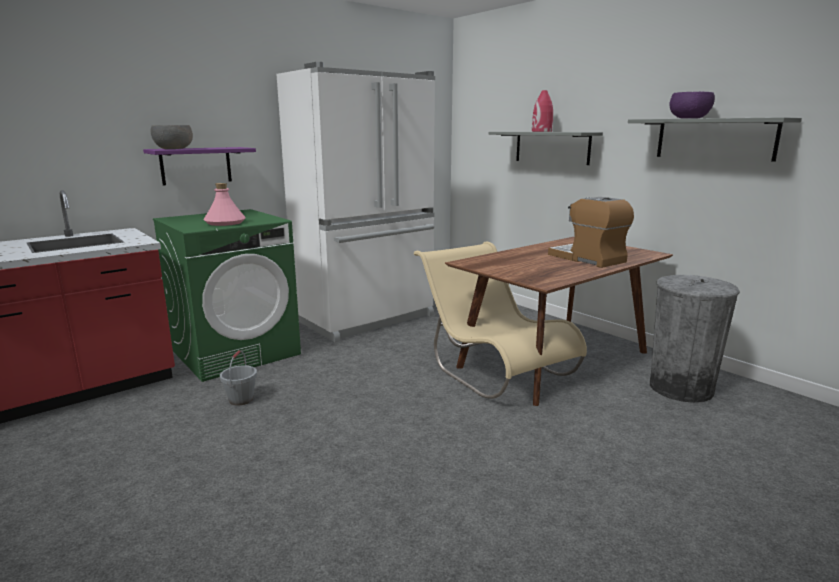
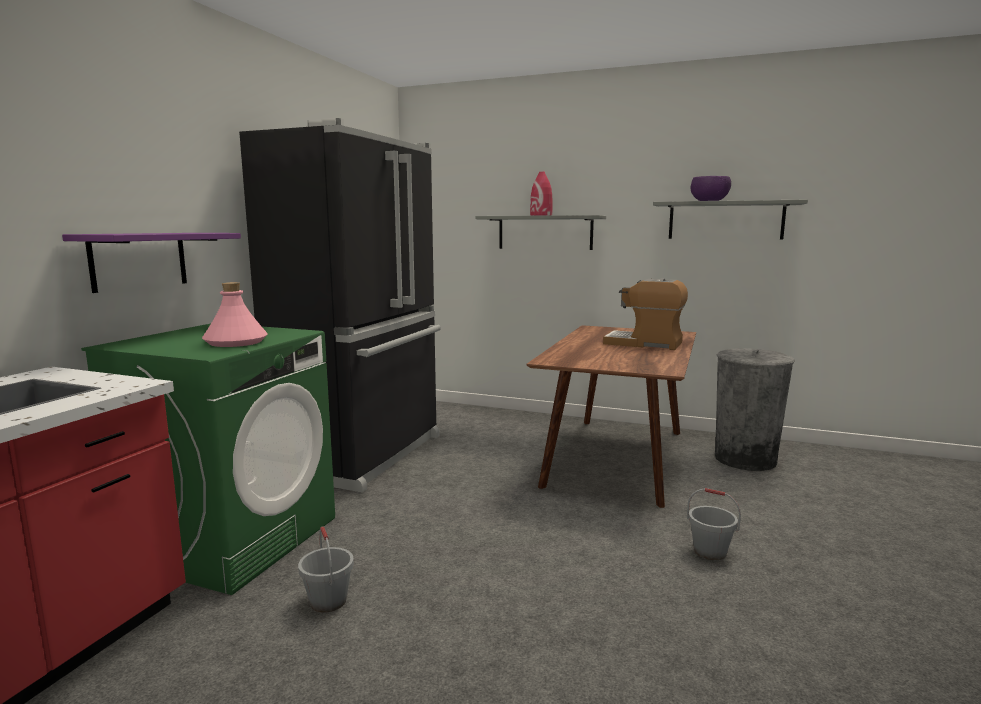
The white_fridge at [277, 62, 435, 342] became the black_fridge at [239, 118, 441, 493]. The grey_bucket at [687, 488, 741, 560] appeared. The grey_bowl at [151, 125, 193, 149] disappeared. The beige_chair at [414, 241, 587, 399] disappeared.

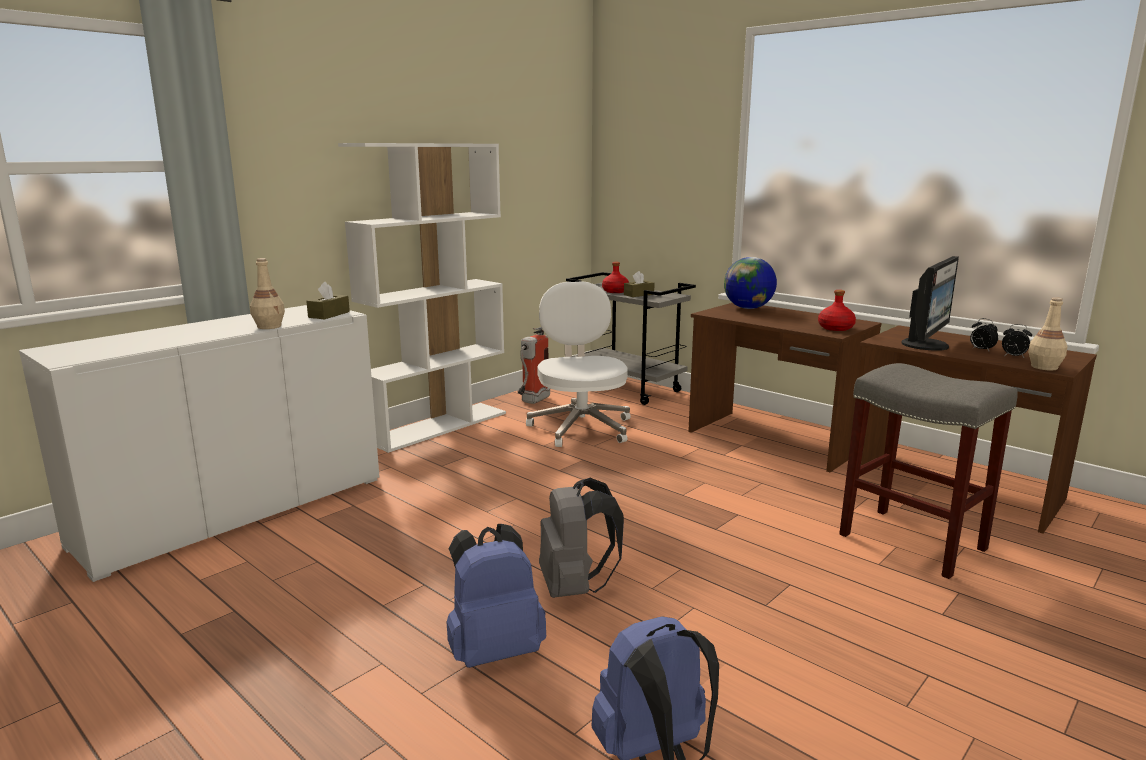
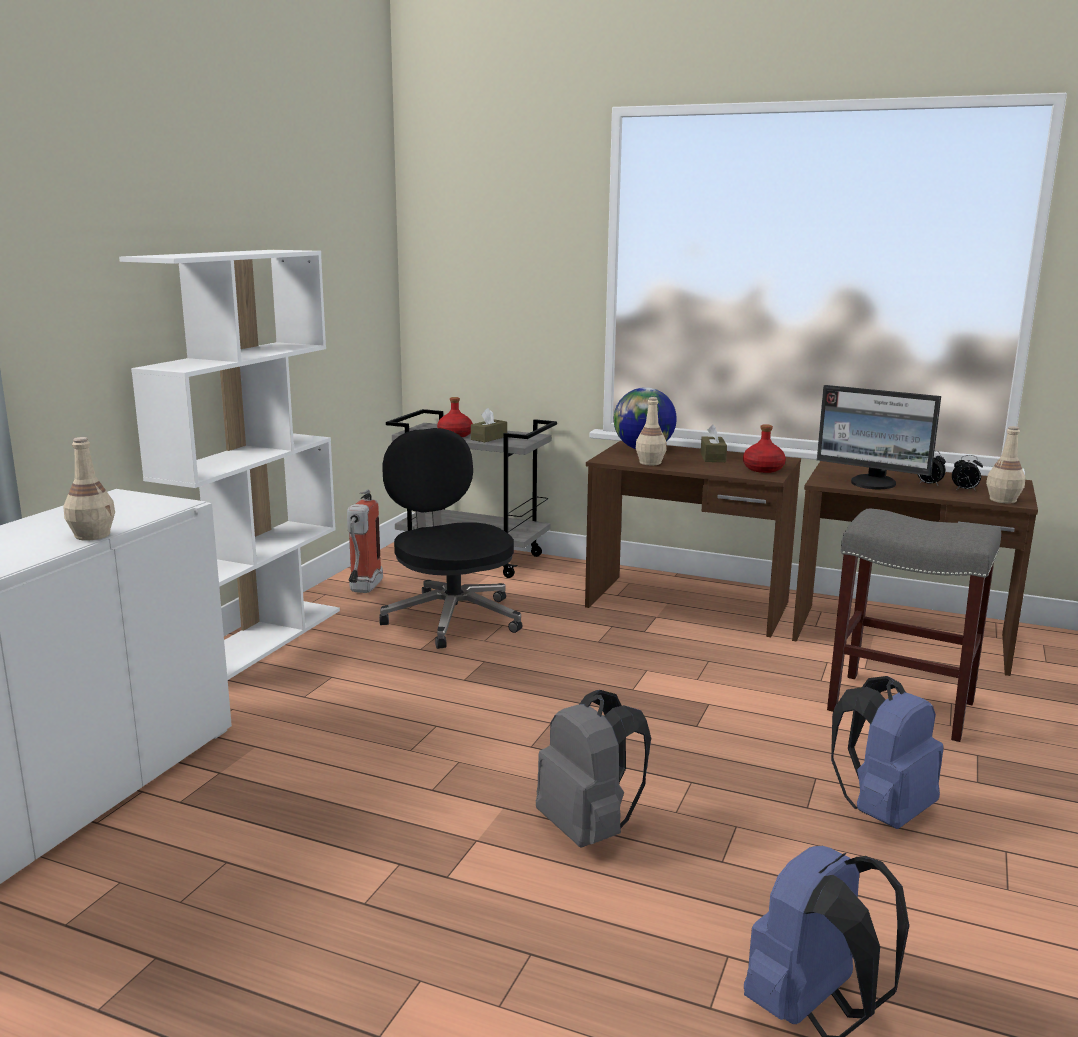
The white_office_chair at [526, 281, 631, 447] became the black_office_chair at [379, 428, 522, 649]. The beige_bottle at [636, 397, 667, 465] appeared. The brown_tissue_box moved from [306, 282, 350, 319] to [701, 424, 727, 462]. The monitor at [901, 256, 959, 351] turned 105 degrees clockwise. The blue_backpack moved from [447, 524, 546, 668] to [831, 676, 944, 829].

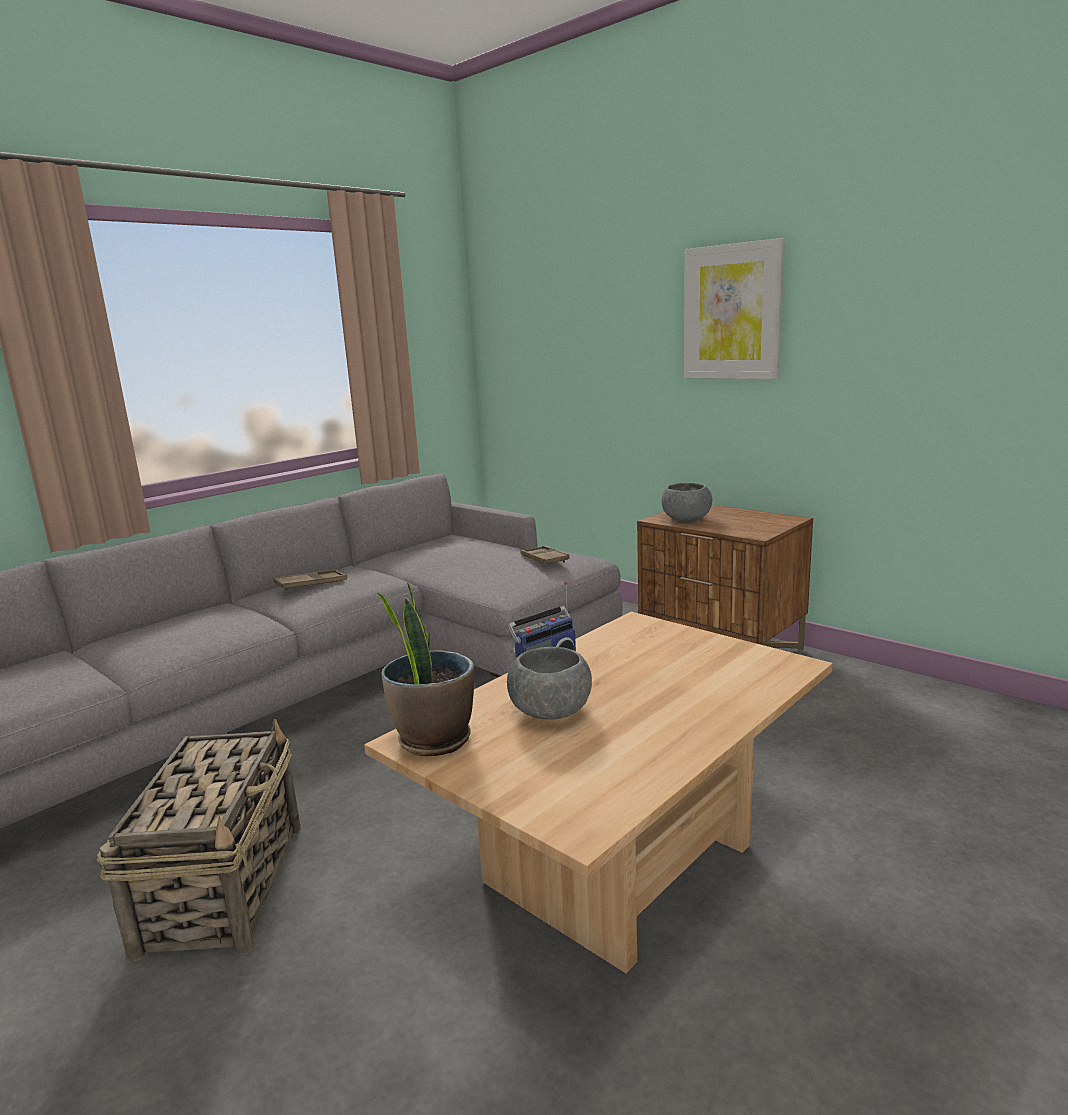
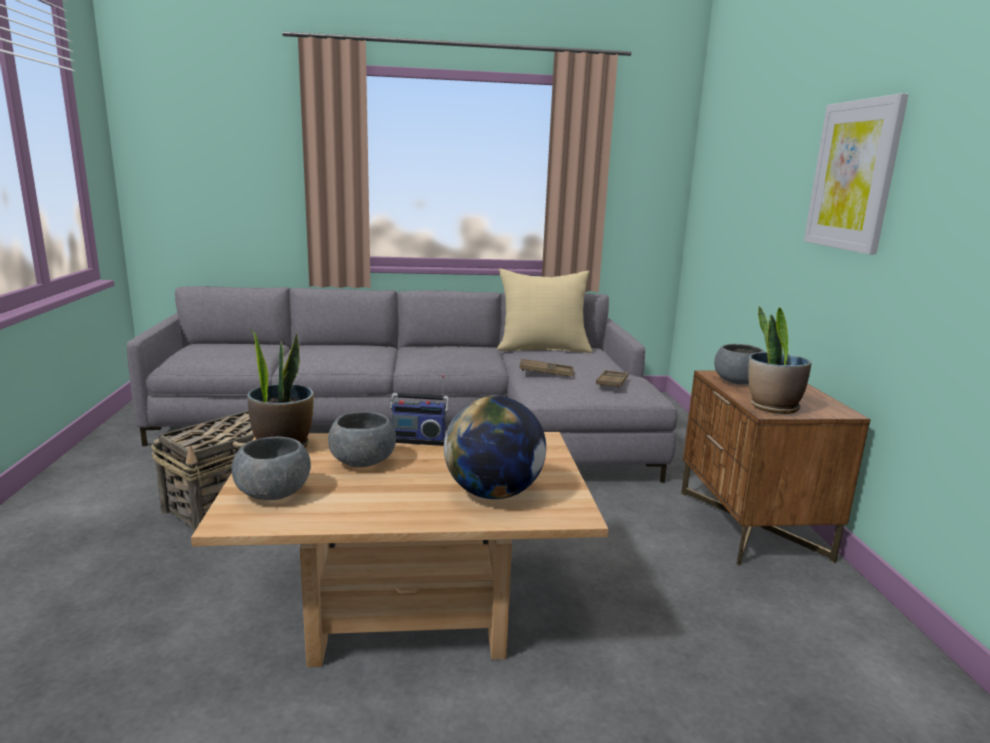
The grey_bowl at [231, 437, 311, 500] appeared. The globe at [444, 396, 546, 499] appeared. The beige_pillow at [497, 268, 592, 353] appeared. The brown_tray moved from [273, 569, 347, 591] to [520, 359, 574, 377]. The potted_plant at [748, 306, 811, 414] appeared.

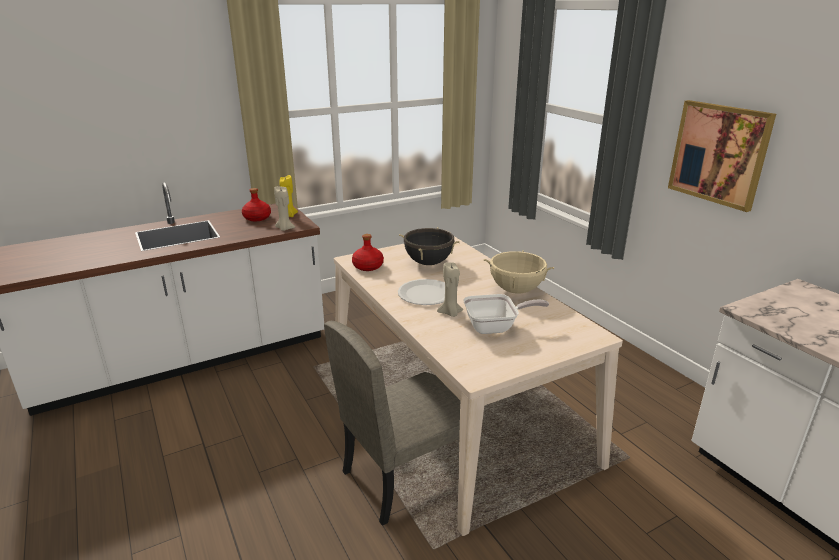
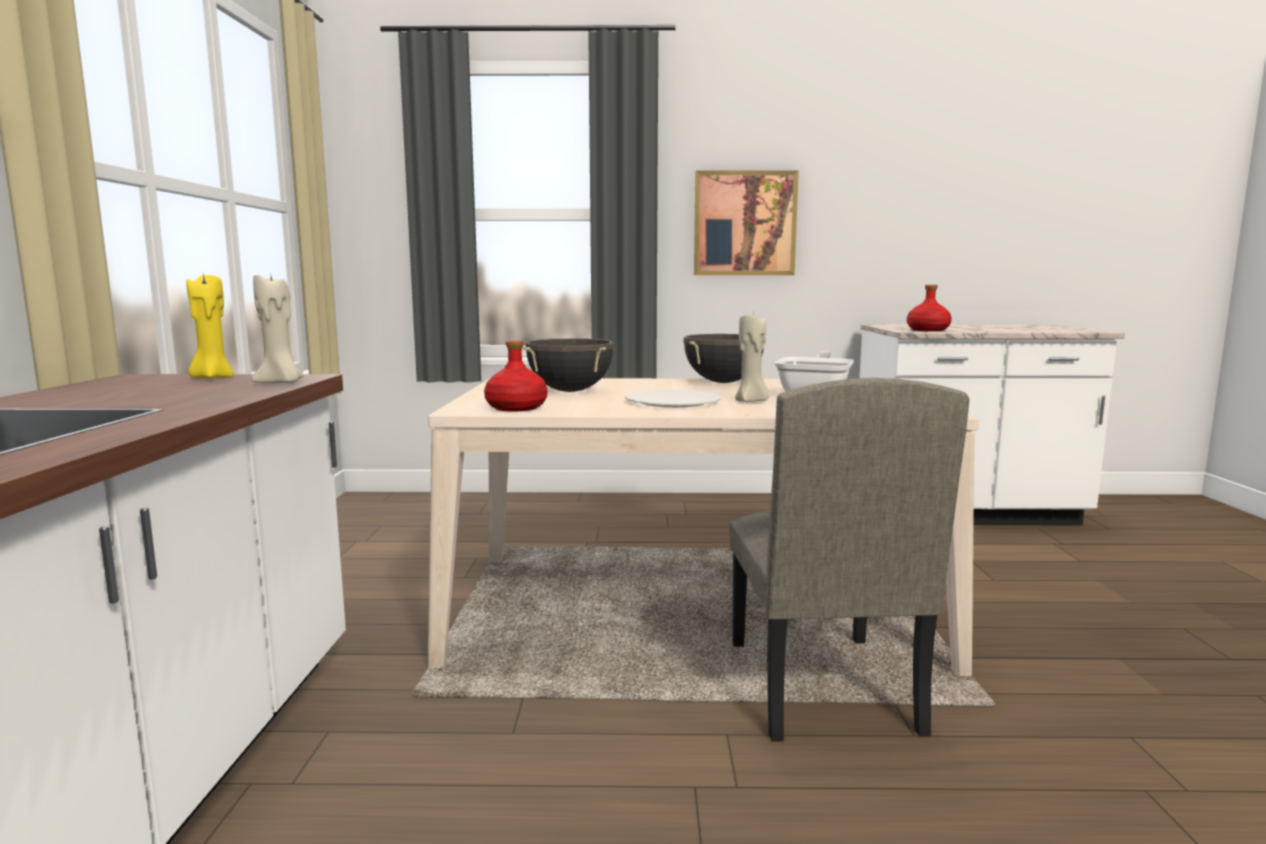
The beige_cooking_pot at [484, 250, 554, 294] became the black_cooking_pot at [683, 334, 766, 383]. The red_bottle moved from [242, 188, 271, 221] to [907, 285, 952, 331].

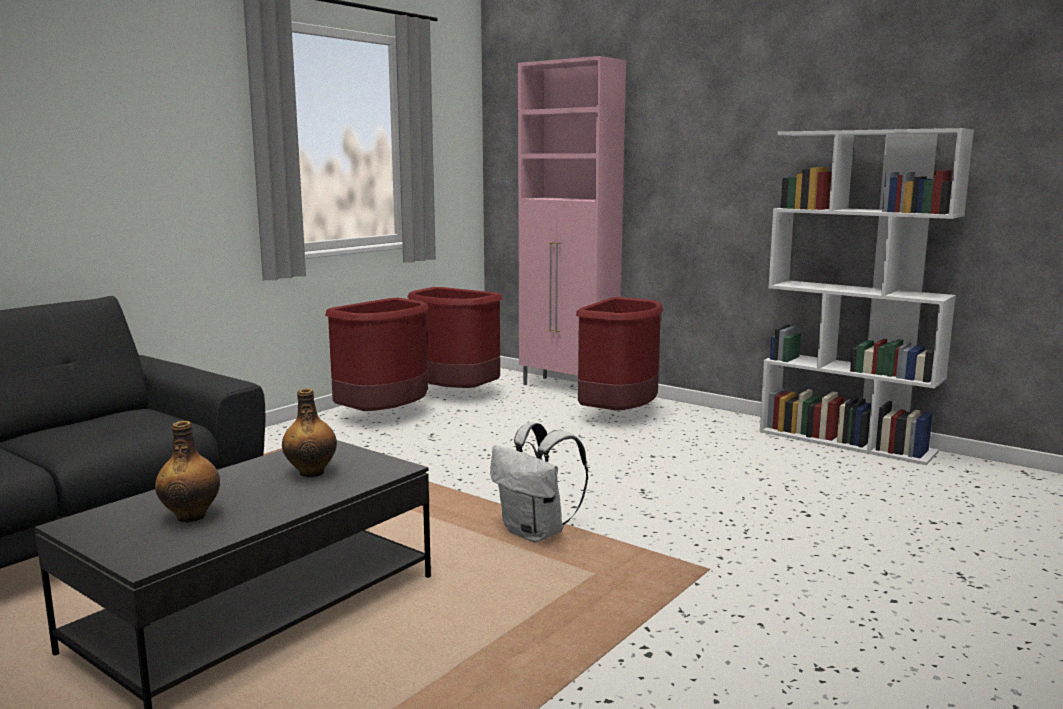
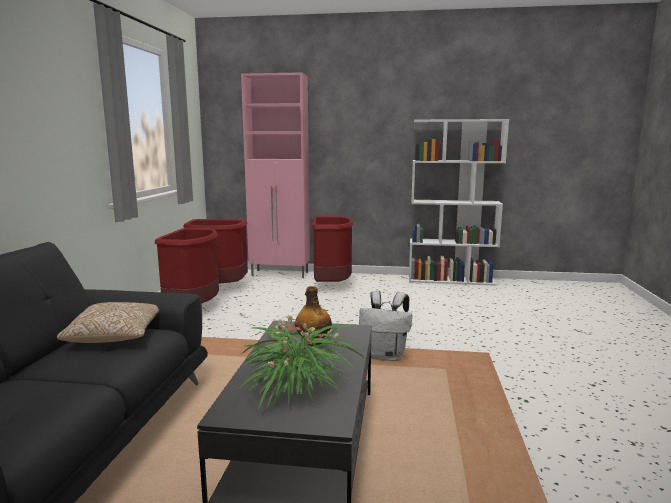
The pillow at [57, 302, 159, 343] appeared. The bottle at [155, 421, 220, 522] was replaced by the potted_plant at [239, 315, 366, 410].

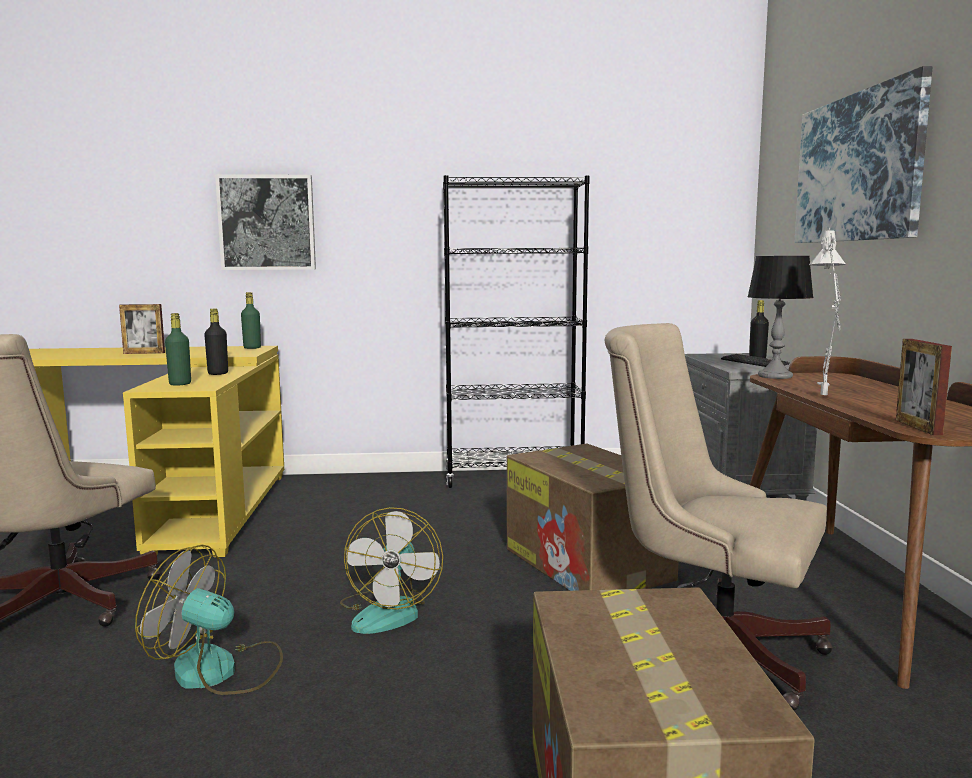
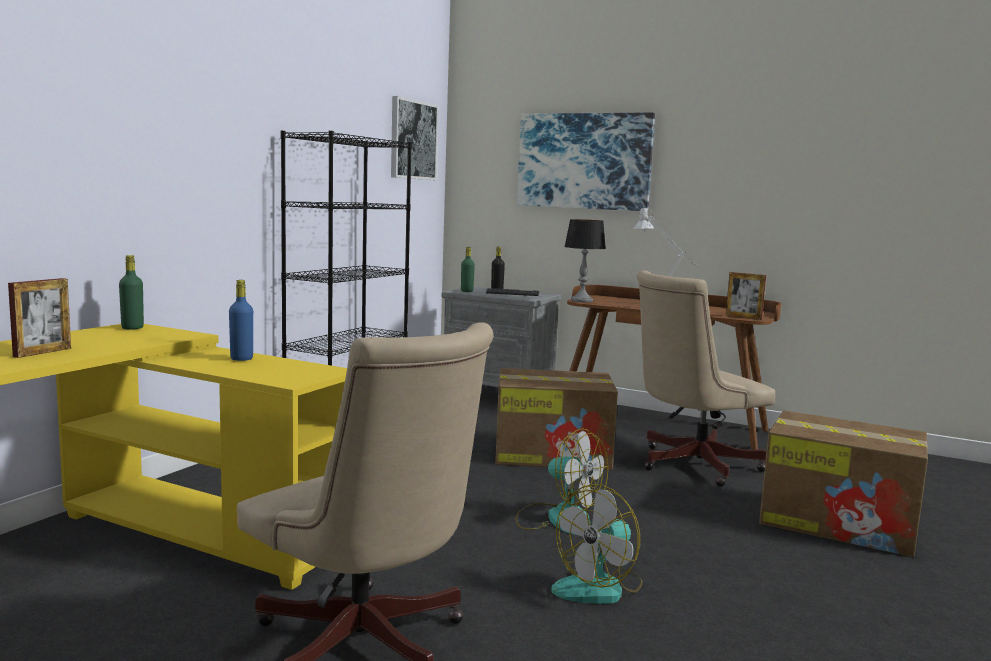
The black_bottle at [204, 309, 228, 375] became the blue_bottle at [229, 280, 253, 361]. The picture moved from [215, 175, 316, 270] to [391, 96, 439, 180]. The green_bottle moved from [165, 313, 191, 386] to [461, 247, 475, 292].

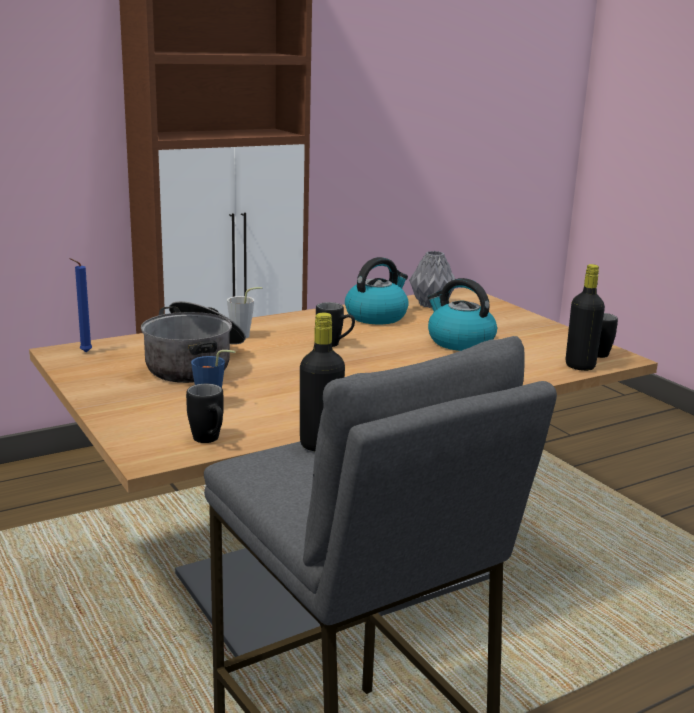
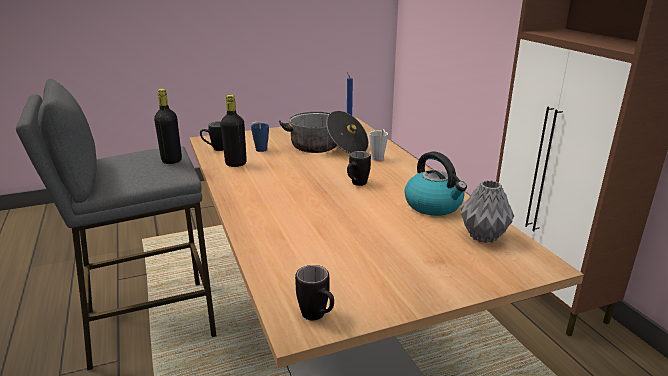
The black_bottle moved from [566, 264, 605, 371] to [221, 95, 247, 167]. The kettle at [427, 278, 497, 351] disappeared.

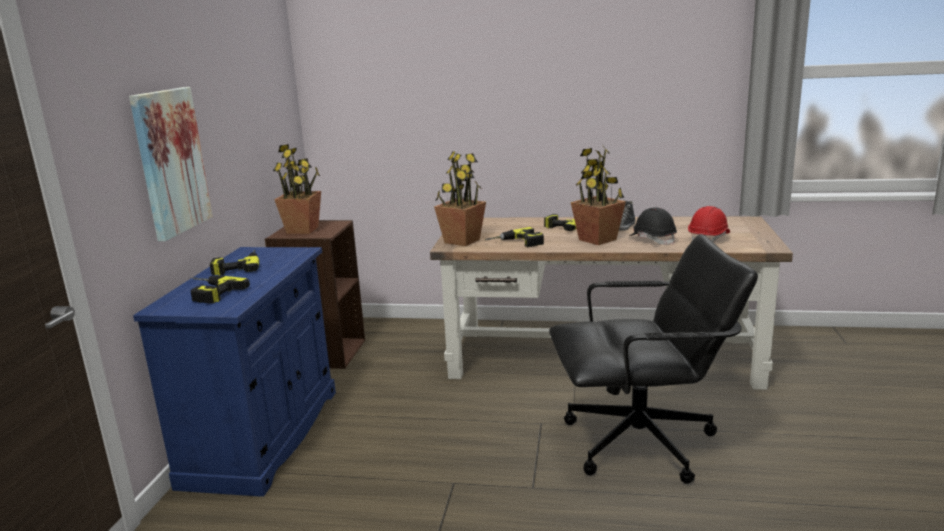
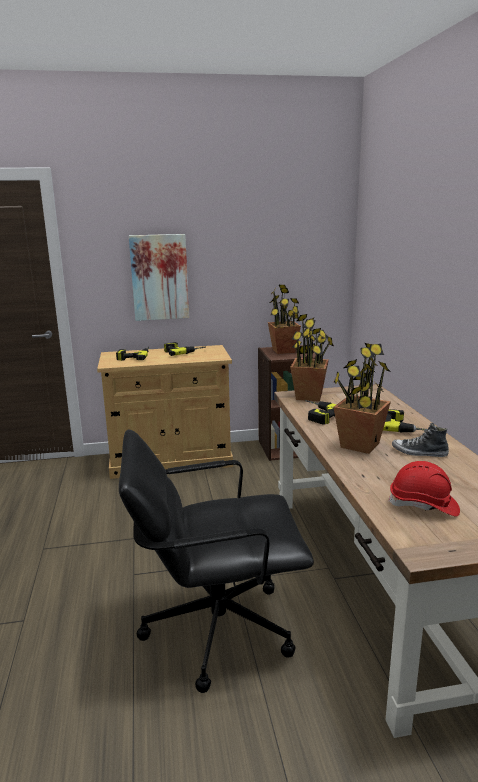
The blue_cabinet at [133, 247, 336, 497] became the beige_cabinet at [97, 345, 233, 479]. The black_office_chair at [549, 234, 758, 484] turned 105 degrees clockwise. The black_hard_hat at [629, 207, 677, 245] disappeared.

